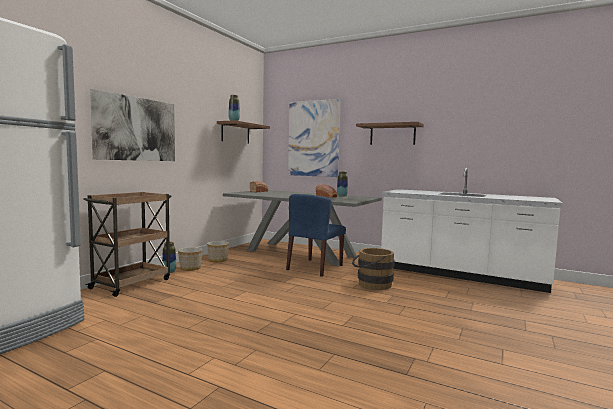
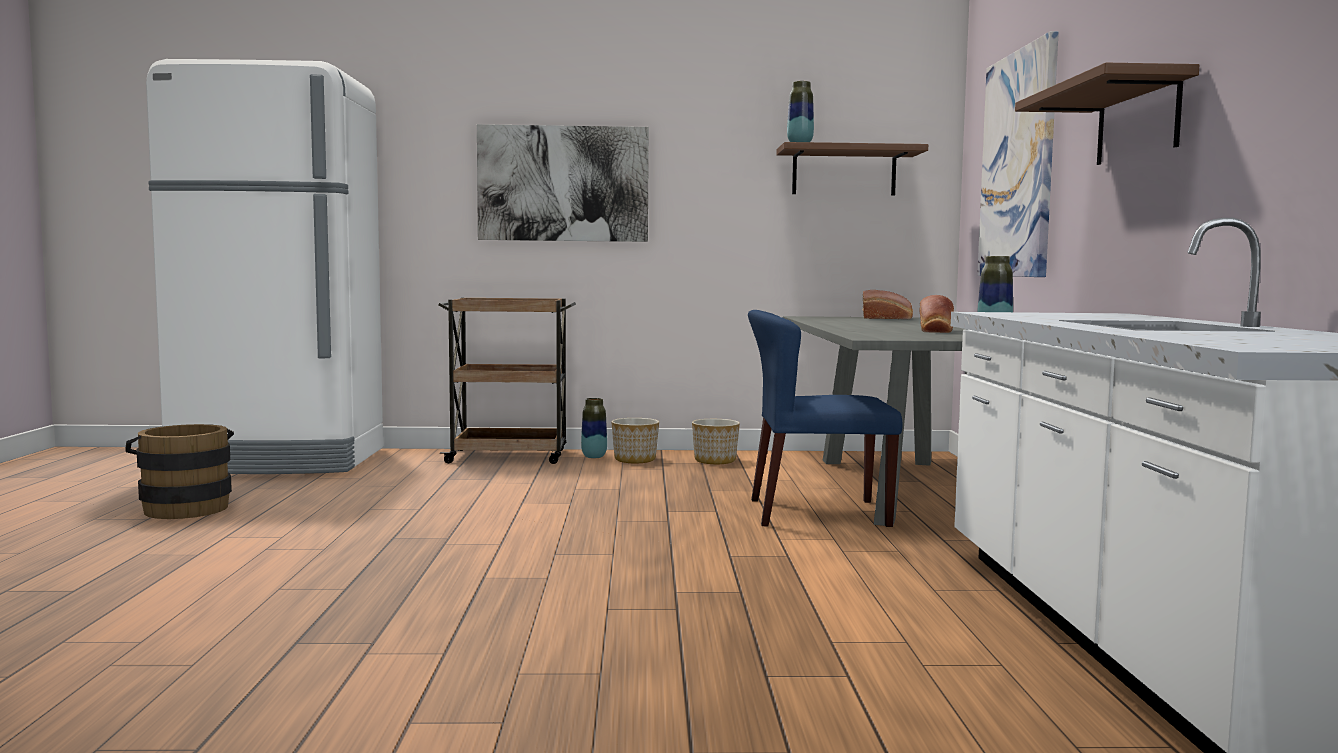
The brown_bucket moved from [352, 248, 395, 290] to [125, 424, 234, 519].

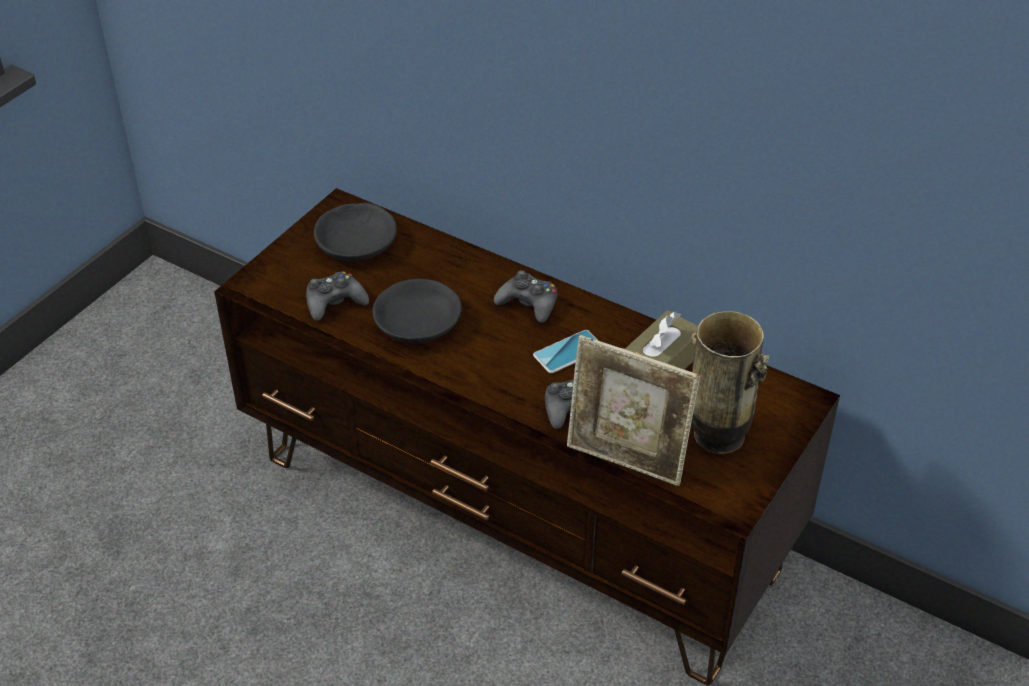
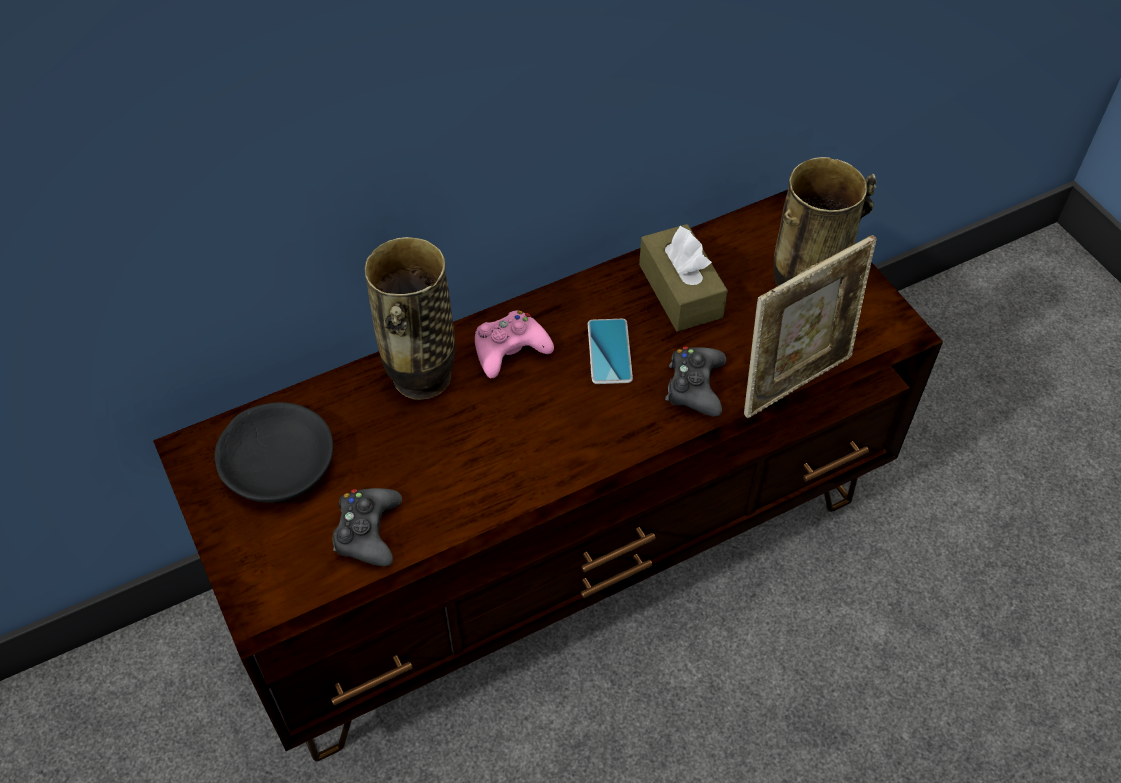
The vase at [364, 237, 455, 400] appeared. The black_game_controller at [494, 270, 557, 323] became the pink_game_controller at [475, 310, 554, 378]. The black_bowl at [372, 279, 462, 343] disappeared.

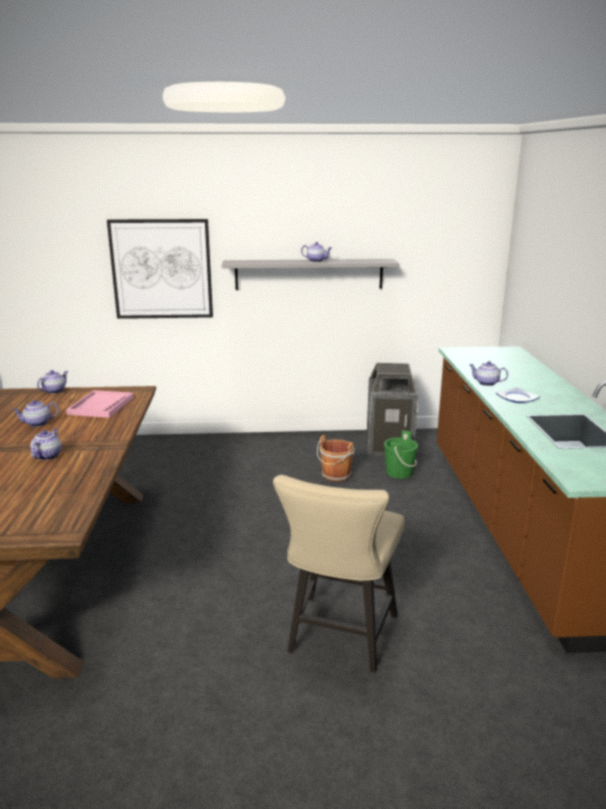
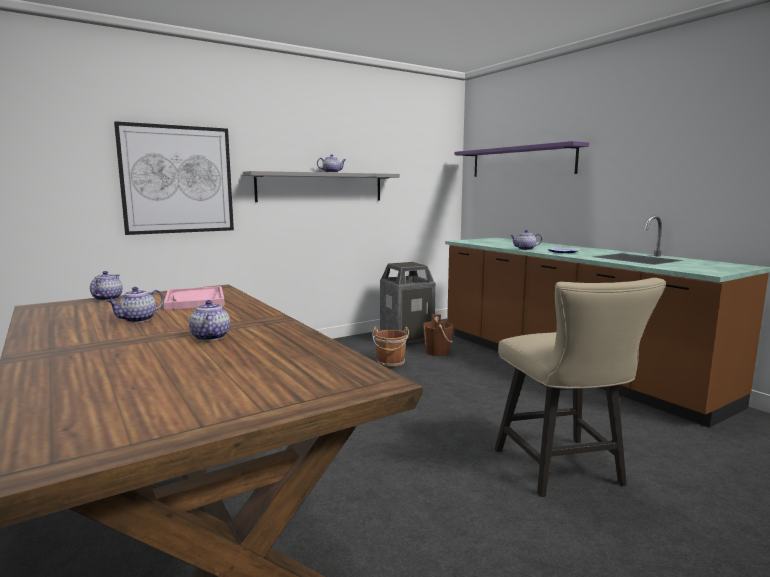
The green_bucket at [384, 430, 418, 479] became the brown_bucket at [423, 314, 453, 356]. The purple_shelf at [455, 141, 589, 177] appeared.

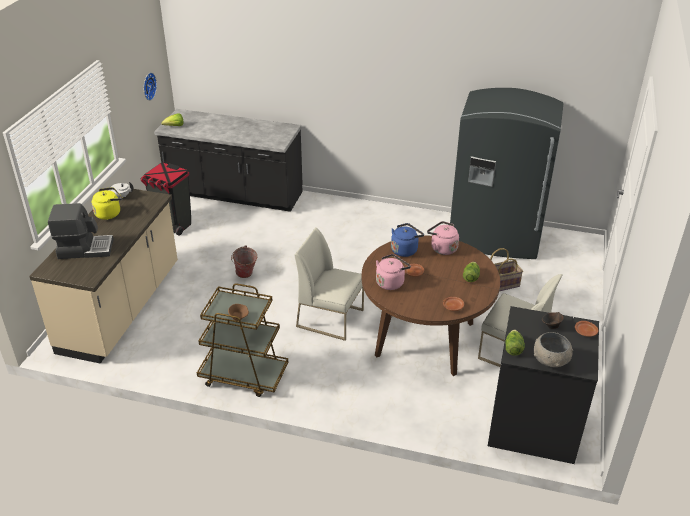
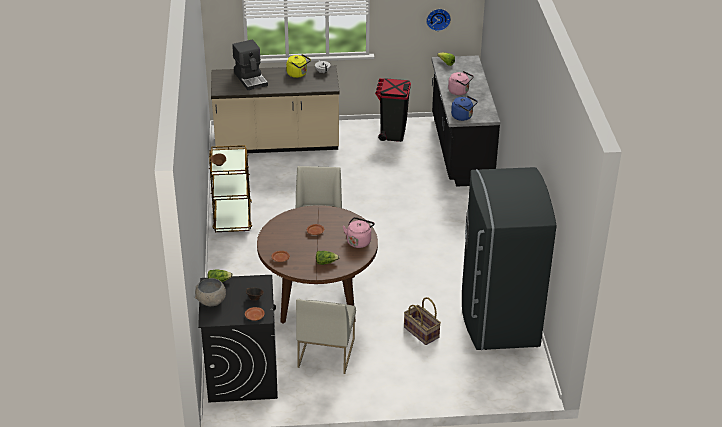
The pink_kettle moved from [376, 254, 411, 290] to [448, 71, 474, 95]. The blue_kettle moved from [391, 223, 424, 257] to [451, 96, 478, 121]. The bucket at [231, 245, 257, 278] disappeared.

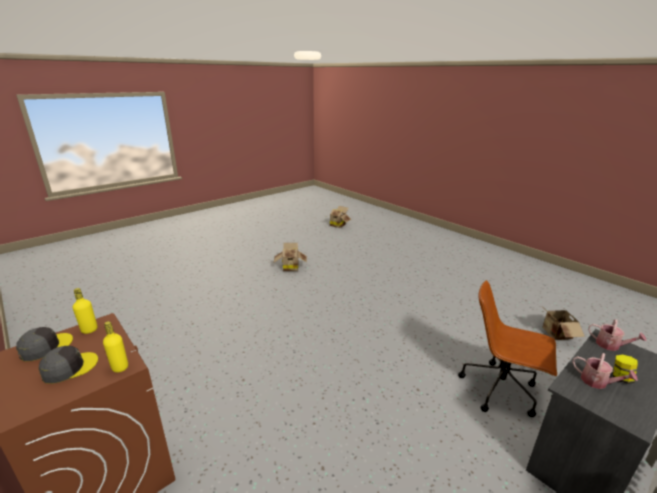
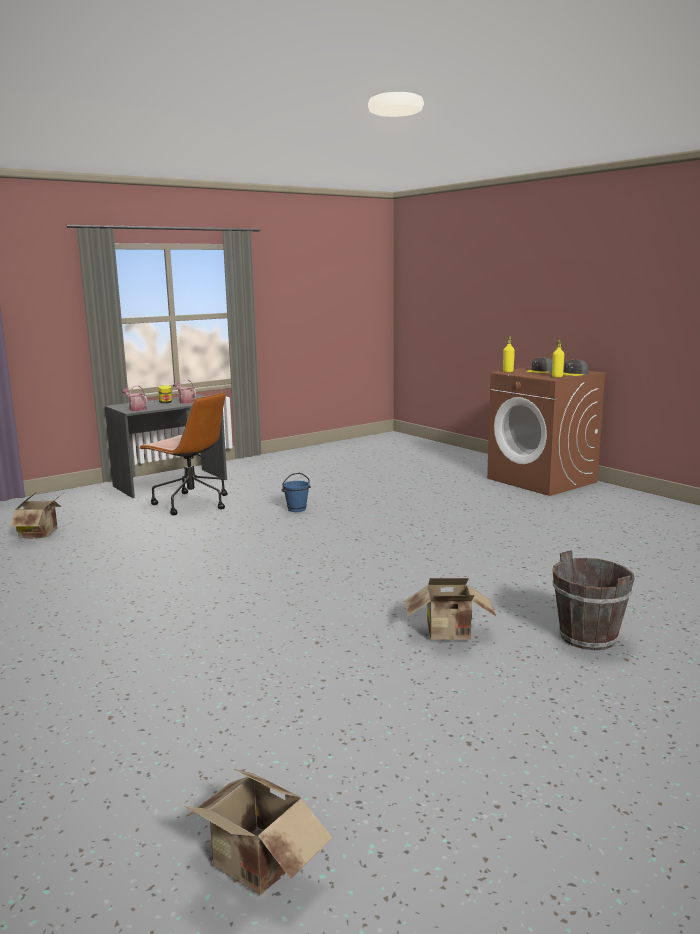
The blue_bucket at [281, 473, 311, 512] appeared. The brown_bucket at [552, 550, 634, 650] appeared.

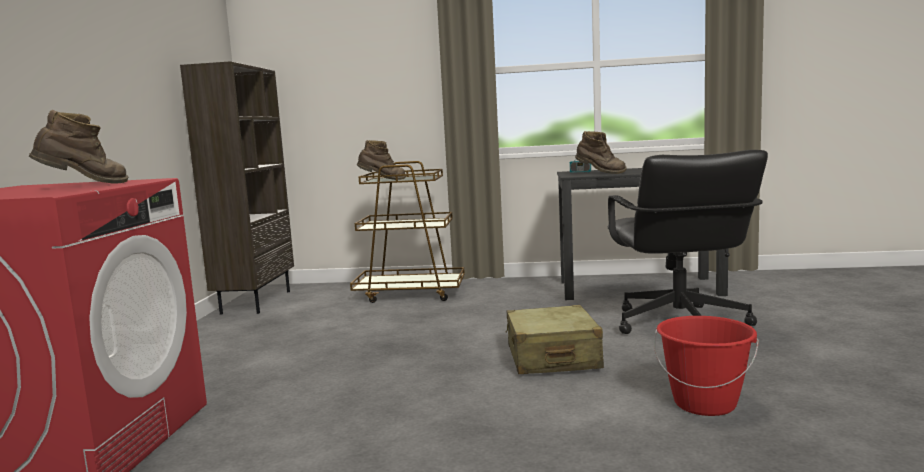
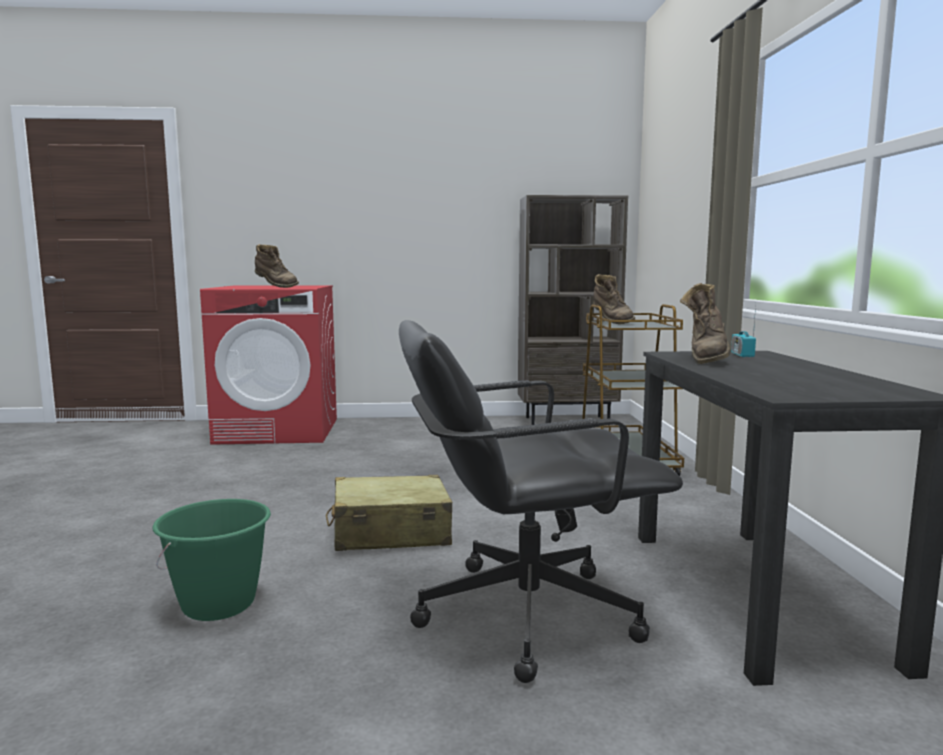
The red_bucket at [654, 316, 759, 416] became the green_bucket at [152, 499, 271, 621].

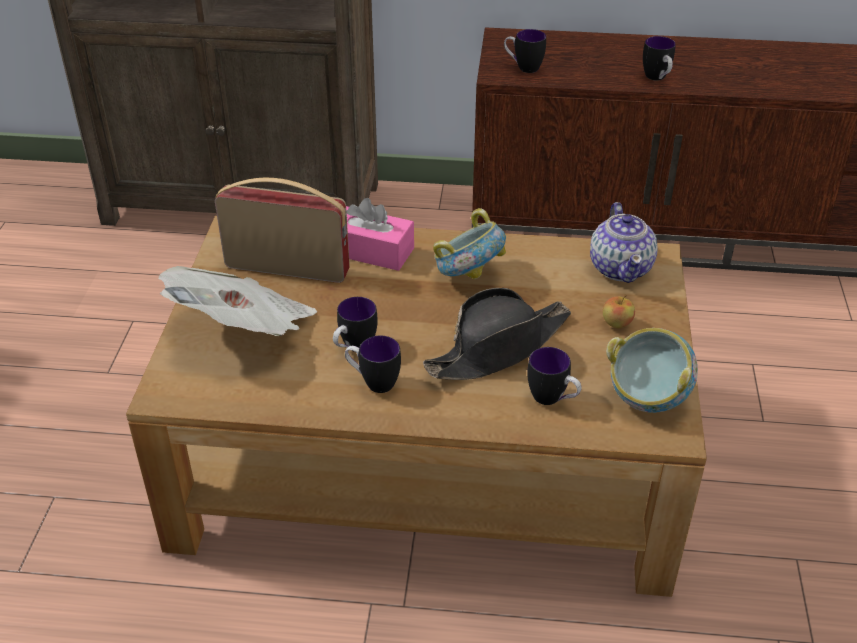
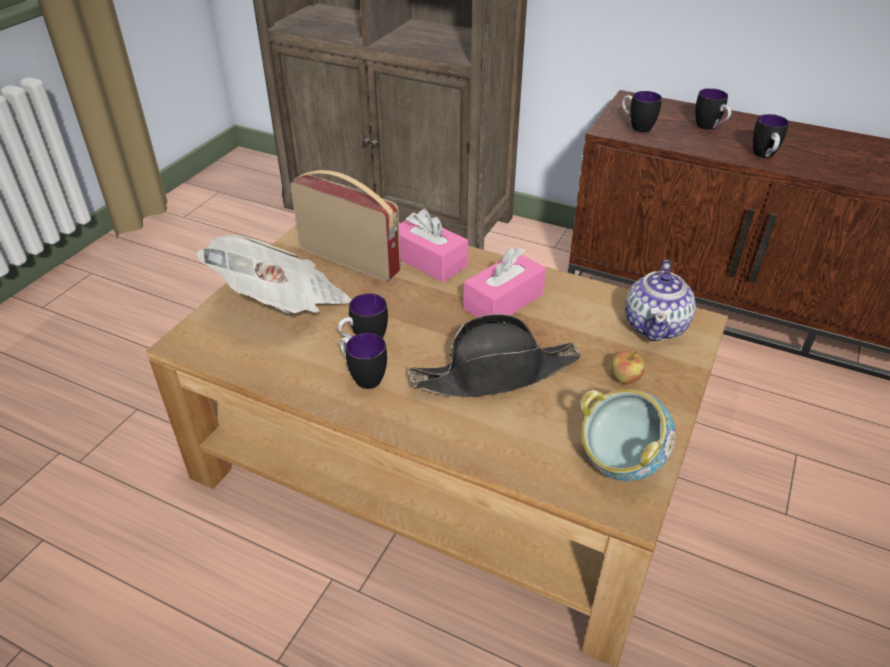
The bowl at [433, 208, 506, 279] was replaced by the pink_tissue_box at [463, 247, 546, 317]. The mug moved from [527, 347, 582, 405] to [695, 88, 732, 130].

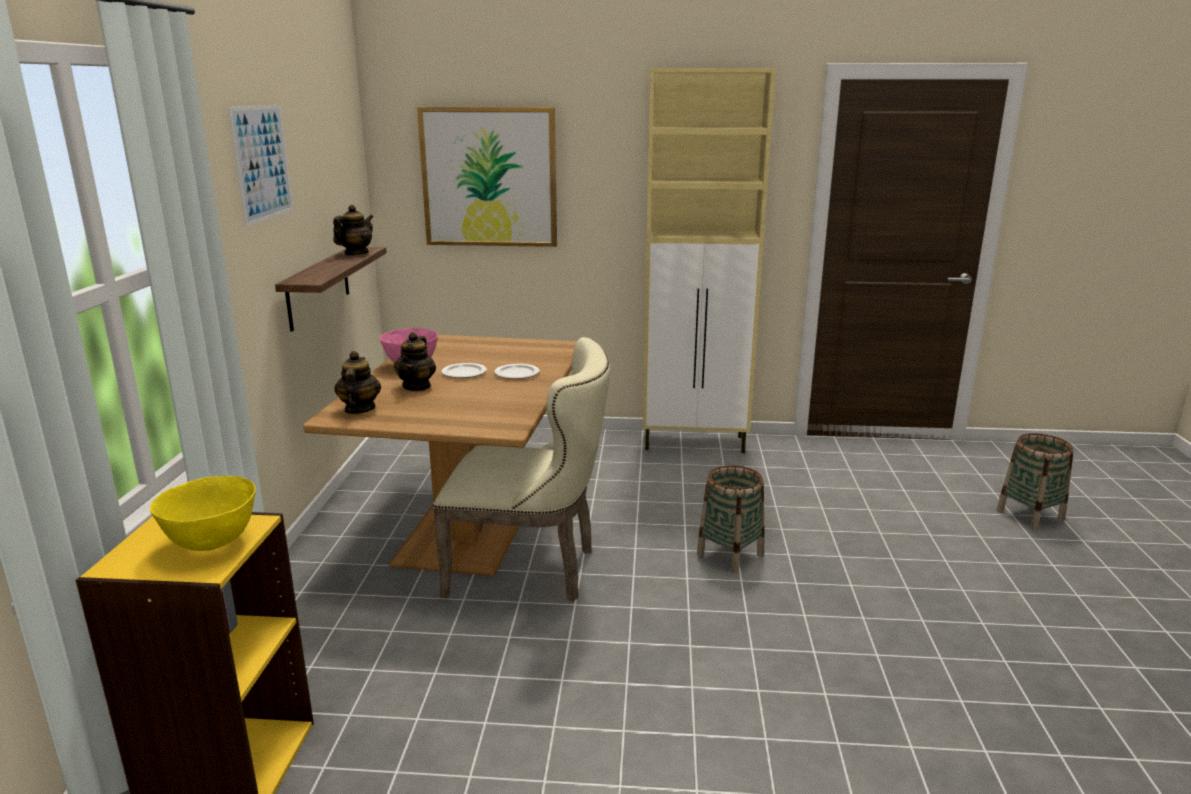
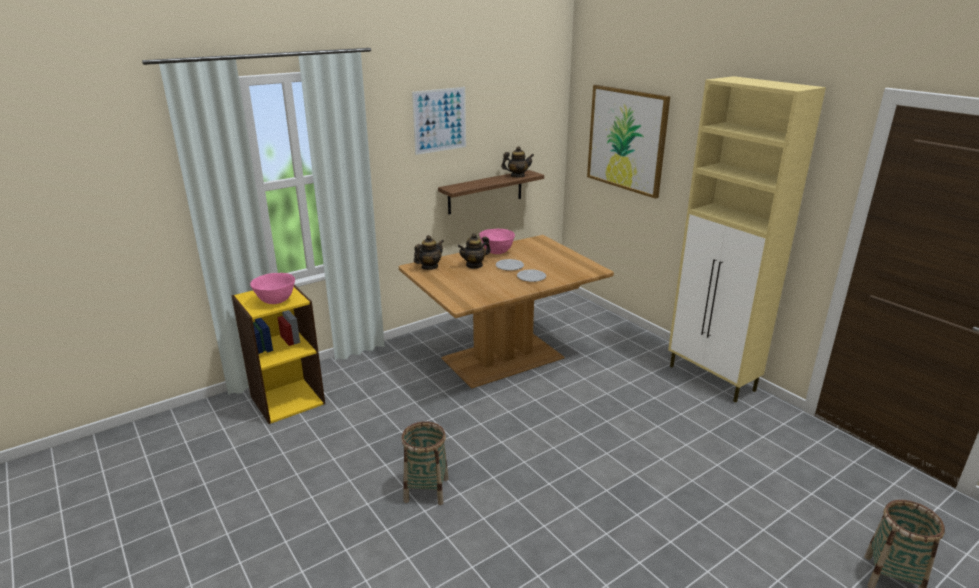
The yellow_bowl at [150, 476, 256, 551] became the pink_bowl at [250, 273, 295, 304]. The basket moved from [697, 465, 765, 573] to [401, 421, 449, 505]. The beige_chair at [433, 337, 610, 601] disappeared.

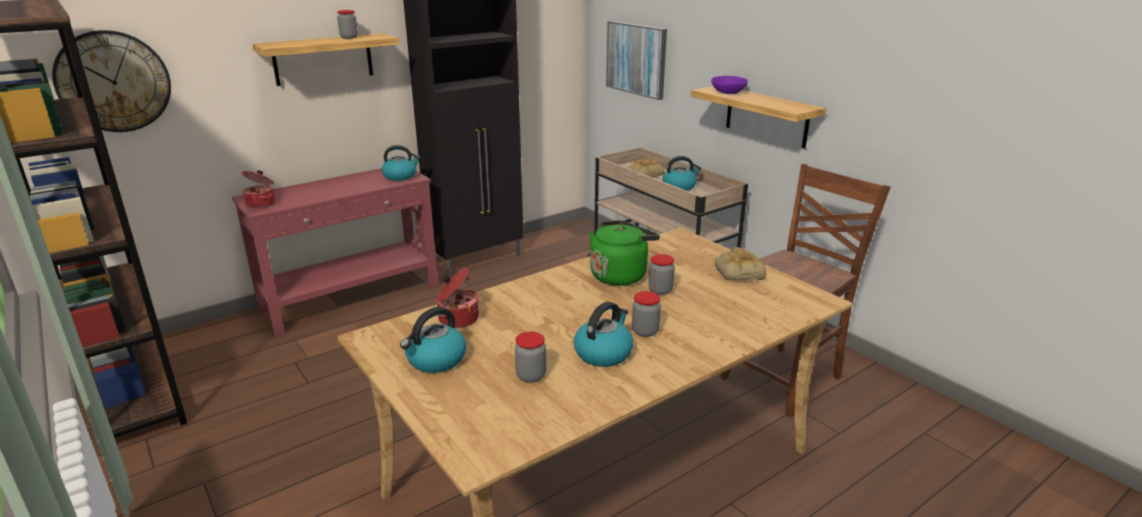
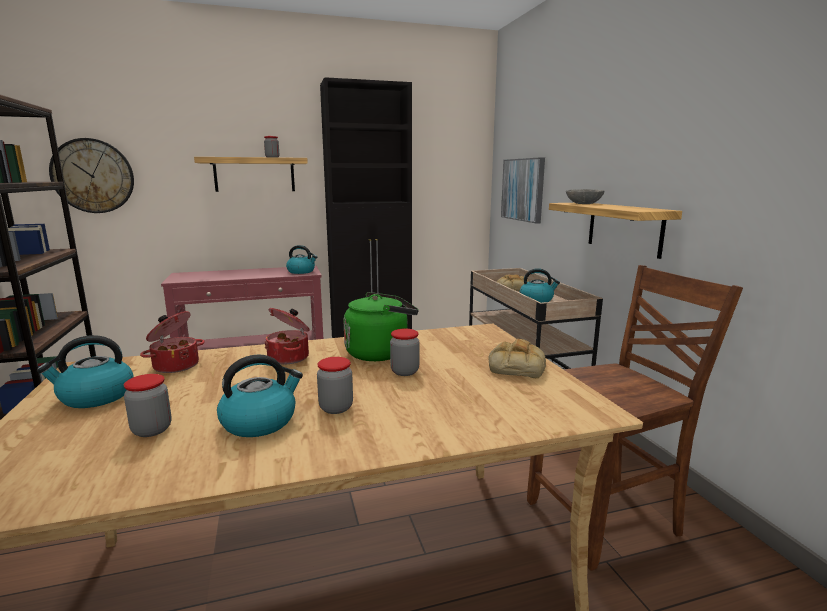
The cooking_pot moved from [242, 170, 275, 208] to [264, 308, 310, 364]. The purple_bowl at [711, 76, 748, 94] became the grey_bowl at [566, 189, 604, 204].

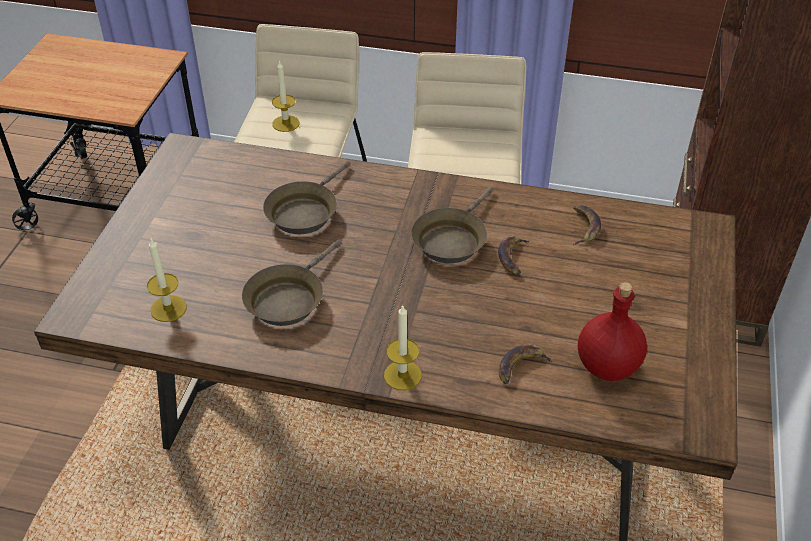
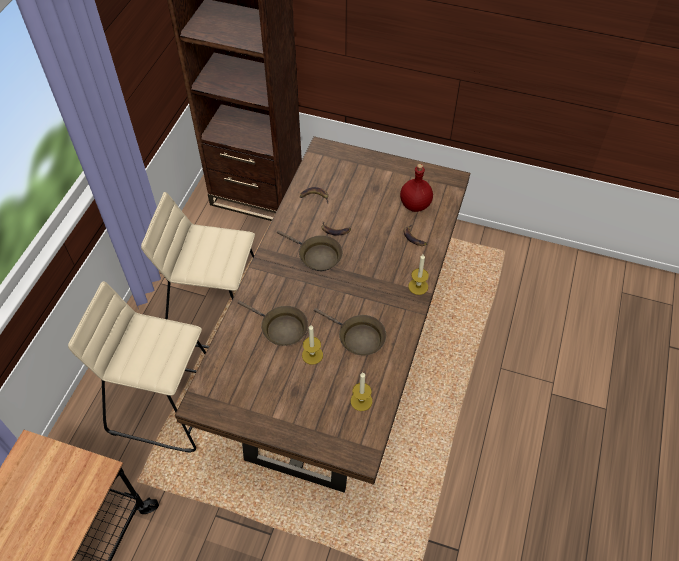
The candle moved from [272, 60, 300, 132] to [302, 325, 323, 365].

